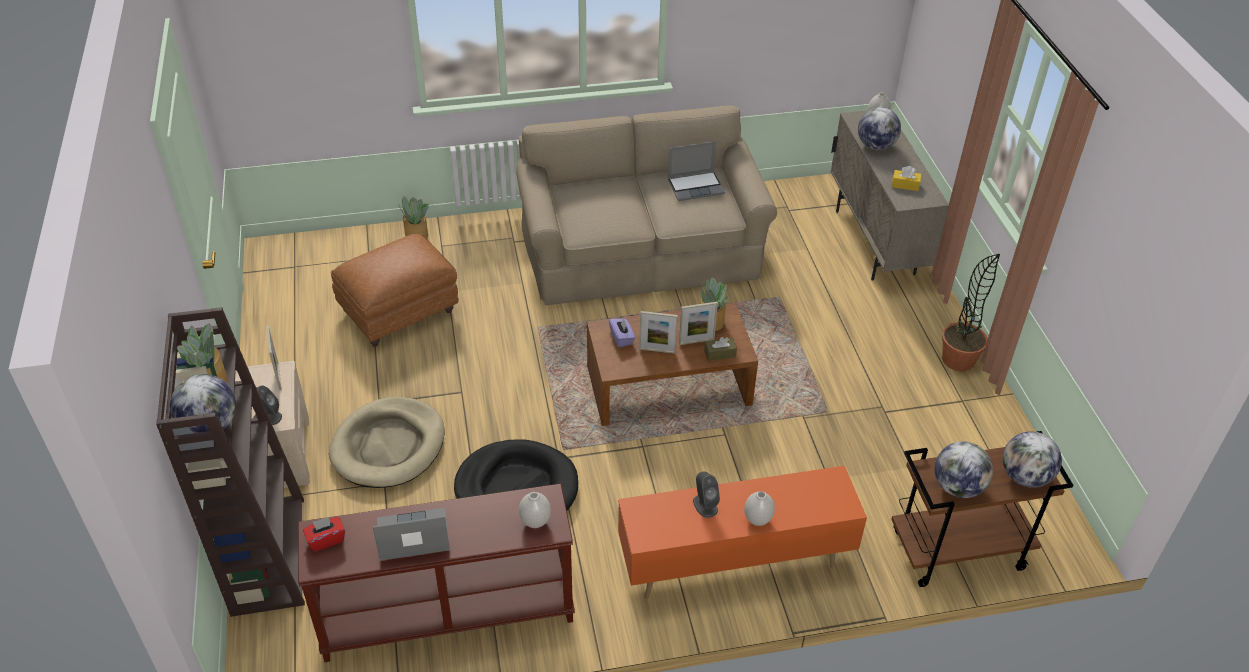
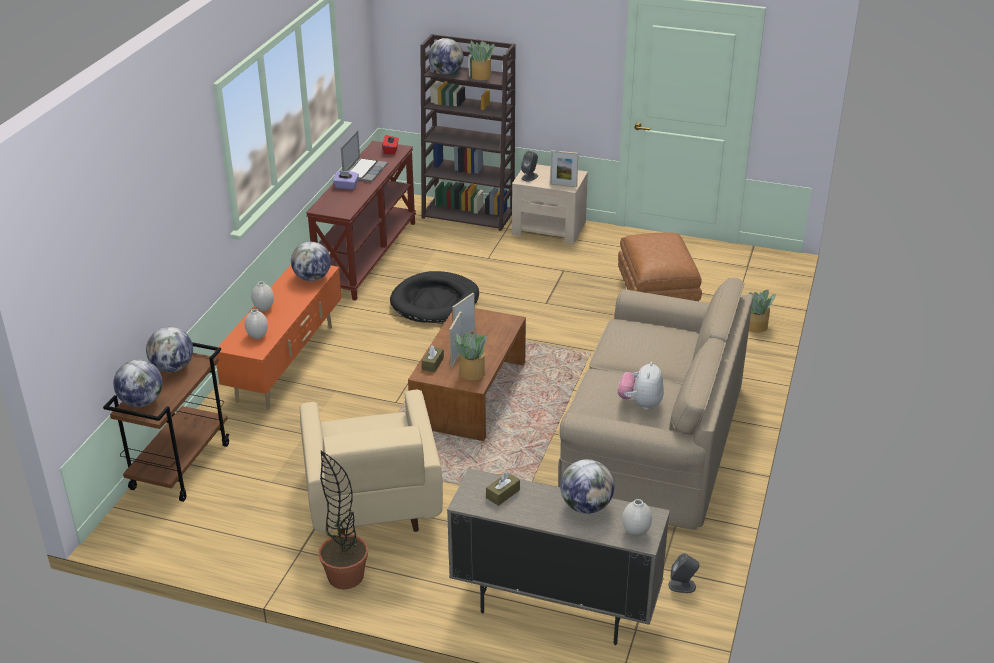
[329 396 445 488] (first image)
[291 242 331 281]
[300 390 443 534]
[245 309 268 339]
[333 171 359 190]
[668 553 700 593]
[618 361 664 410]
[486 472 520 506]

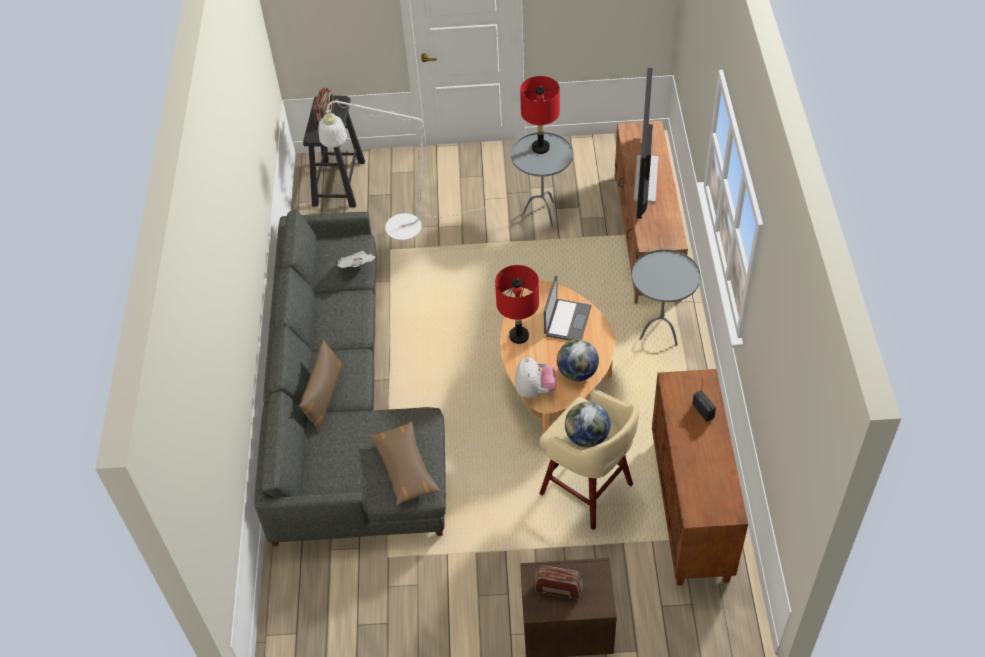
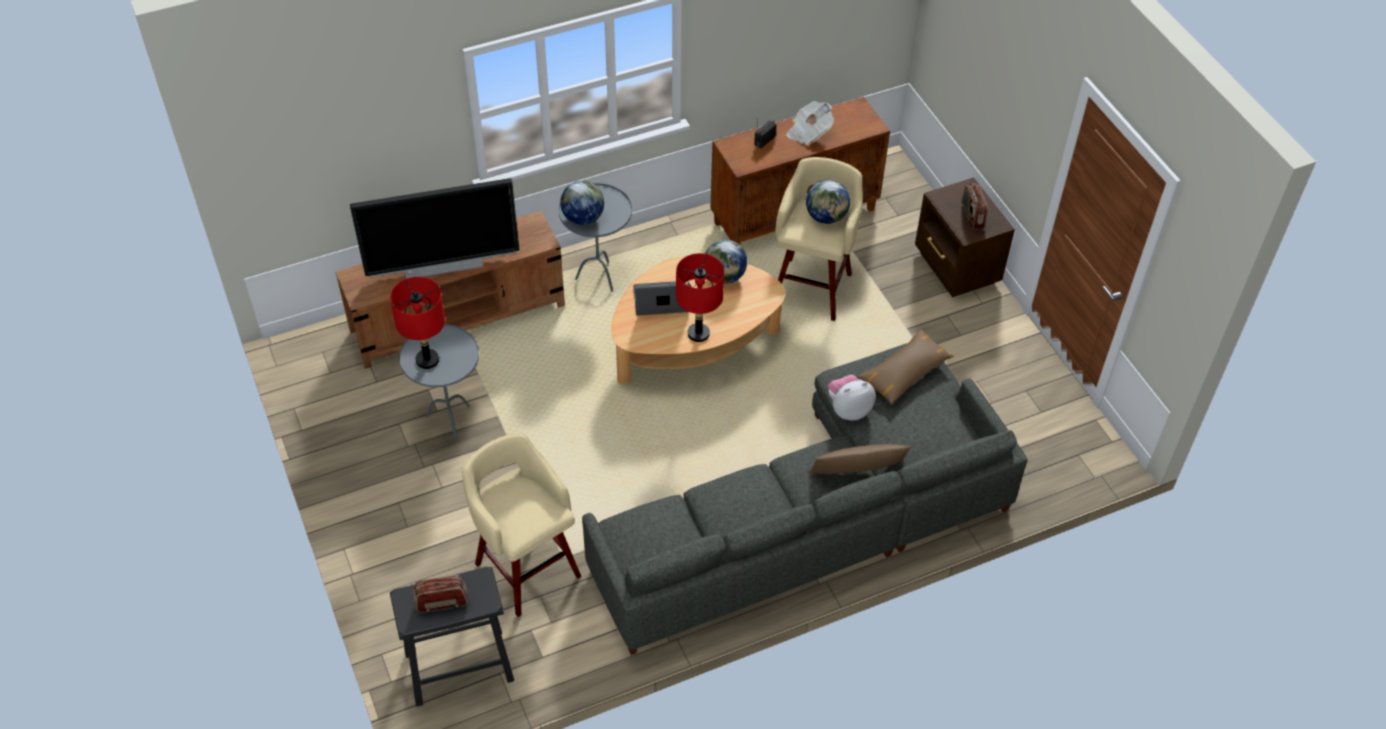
[560 181 604 225]
[787 101 834 145]
[828 375 876 421]
[462 433 581 617]

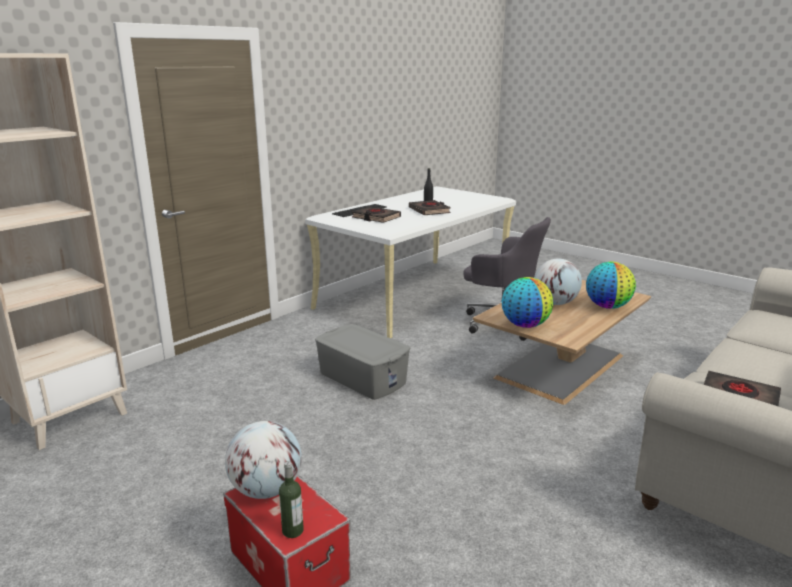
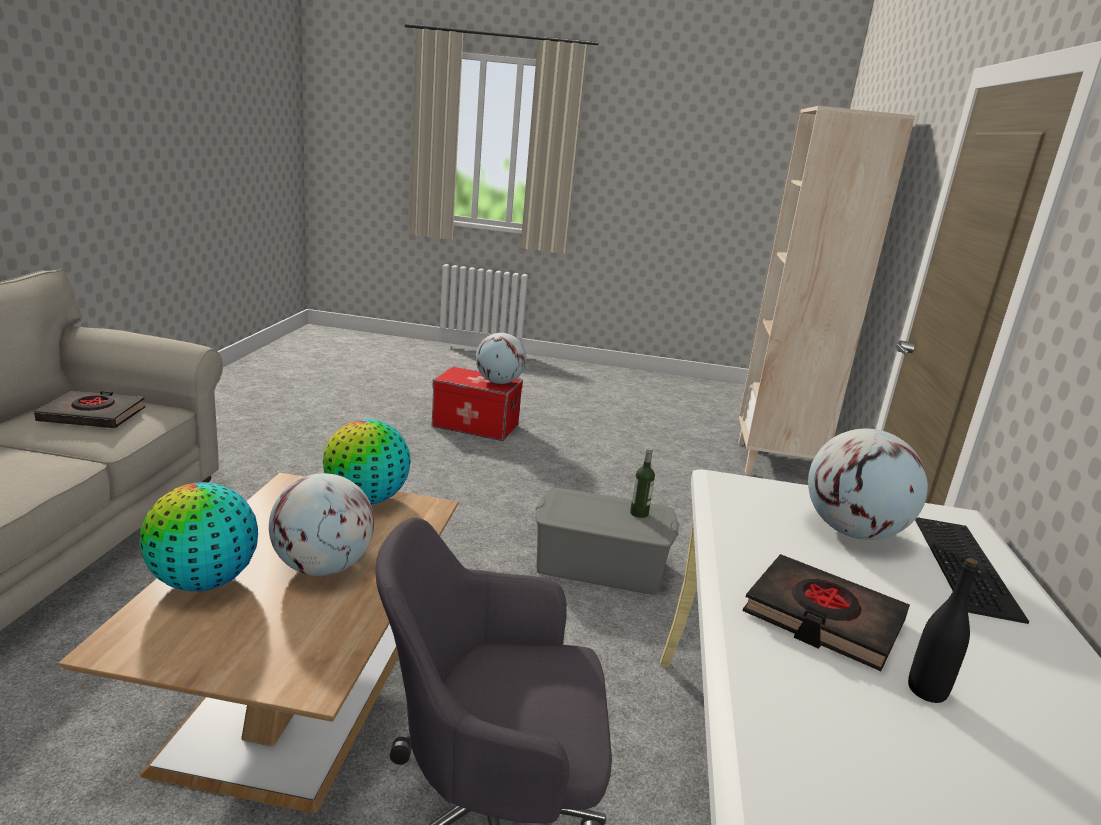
[630 448 655 518]
[808 429 928 540]

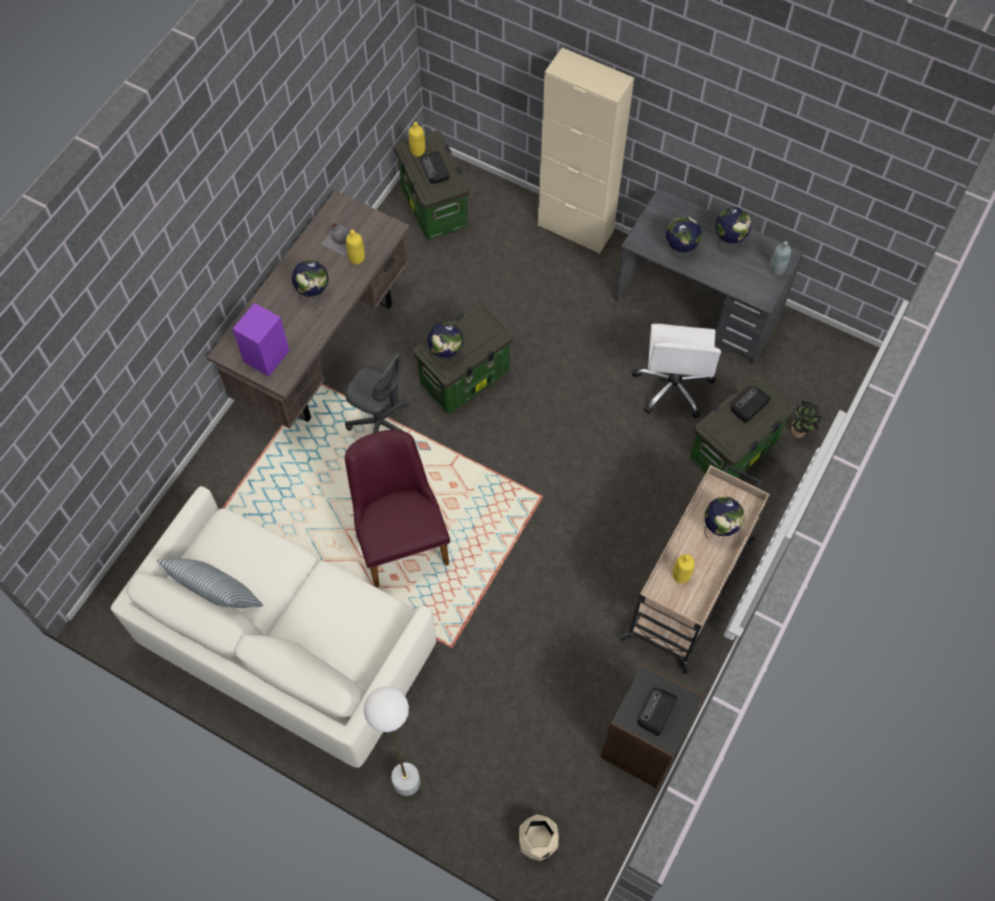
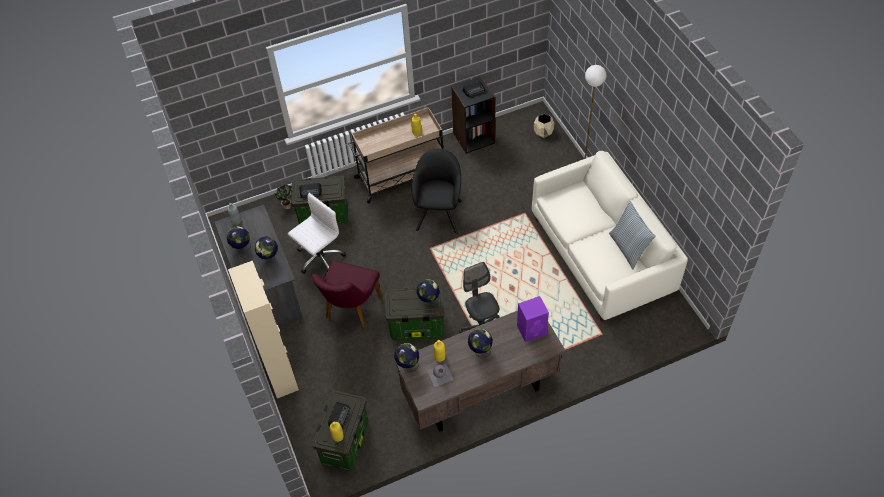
[412 149 462 234]
[312 260 381 328]
[394 343 419 372]

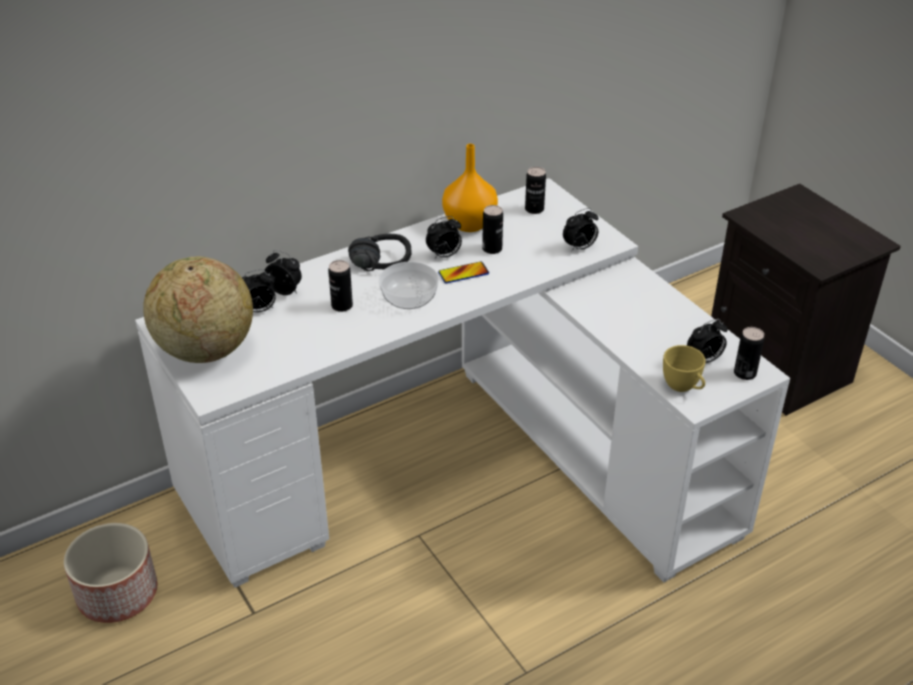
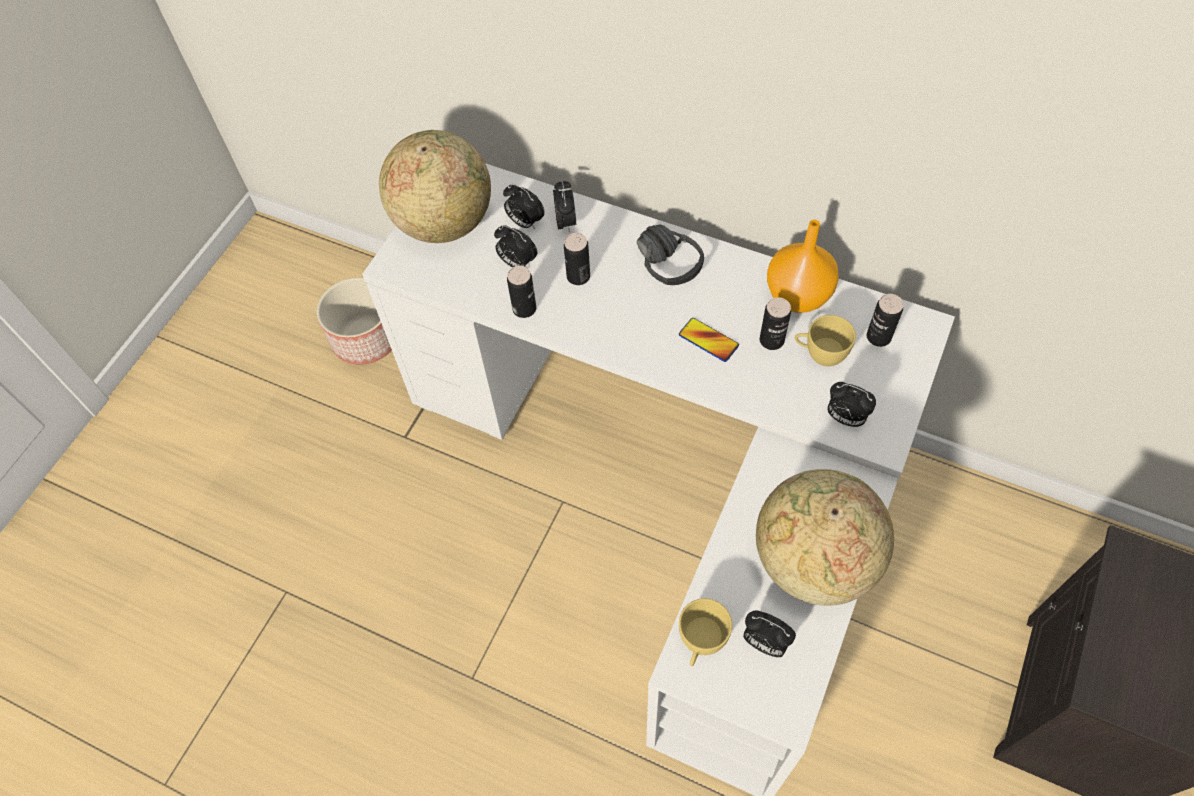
[379 262 439 309] (first image)
[756 469 894 606]
[795 315 856 366]
[494 225 537 268]
[507 266 536 318]

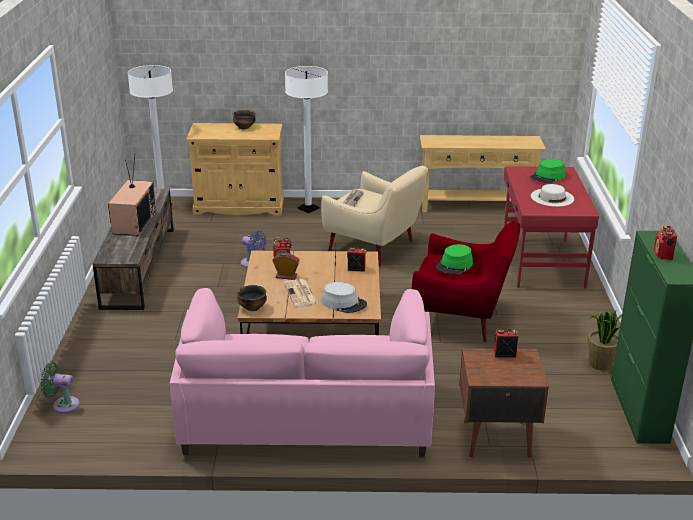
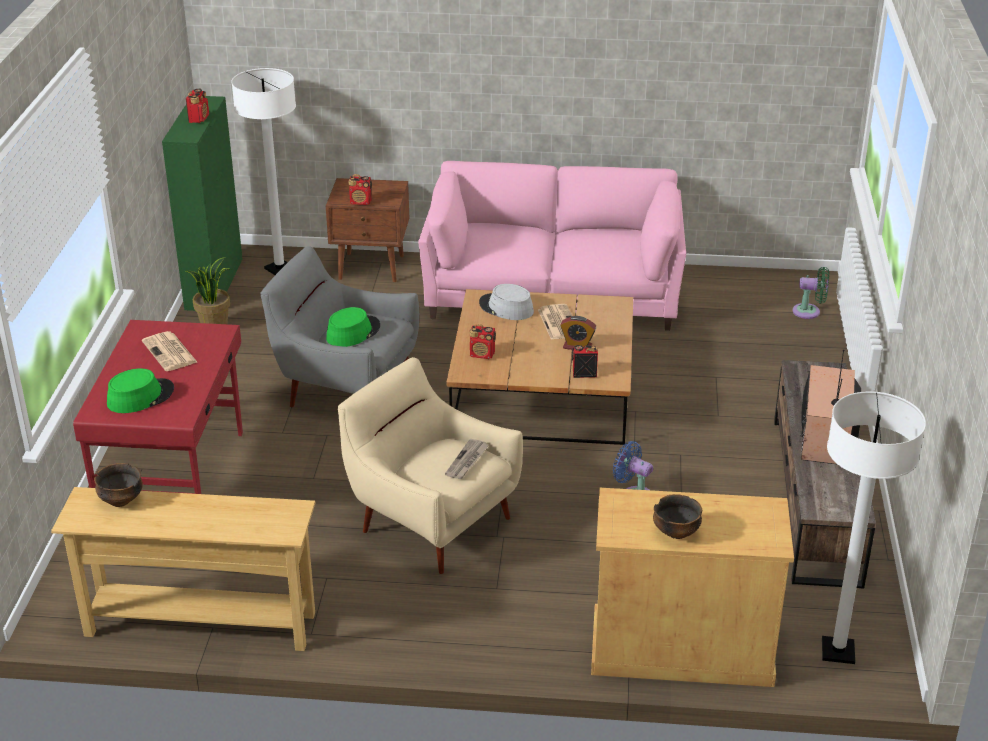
[94 463 143 507]
[231 68 296 275]
[142 331 197 371]
[260 246 419 408]

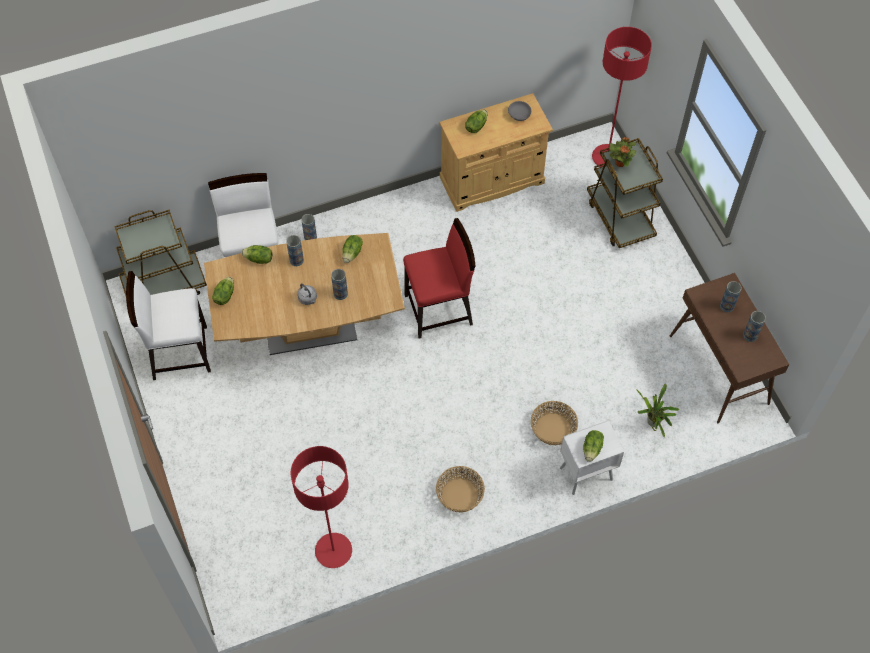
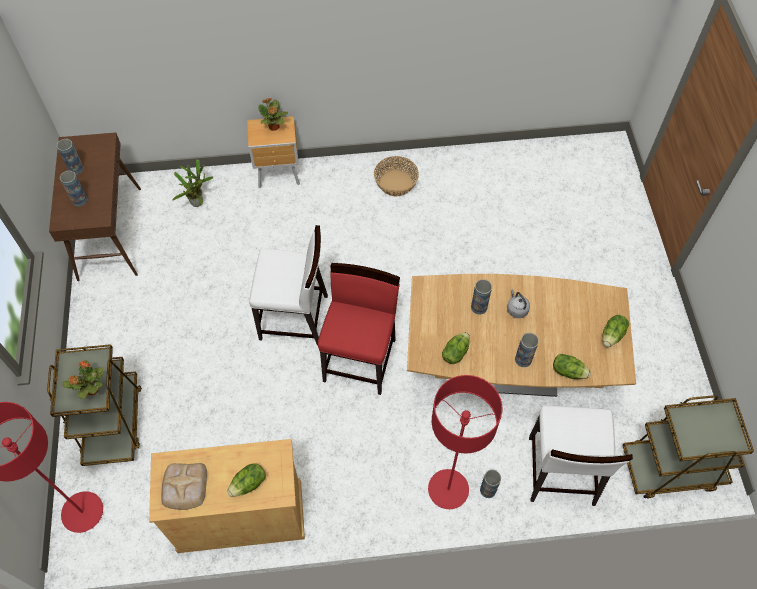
[531 401 578 445] (first image)
[249 225 328 346]
[428 375 502 509]
[161 463 207 510]
[258 98 288 131]
[247 116 300 188]
[318 263 400 395]

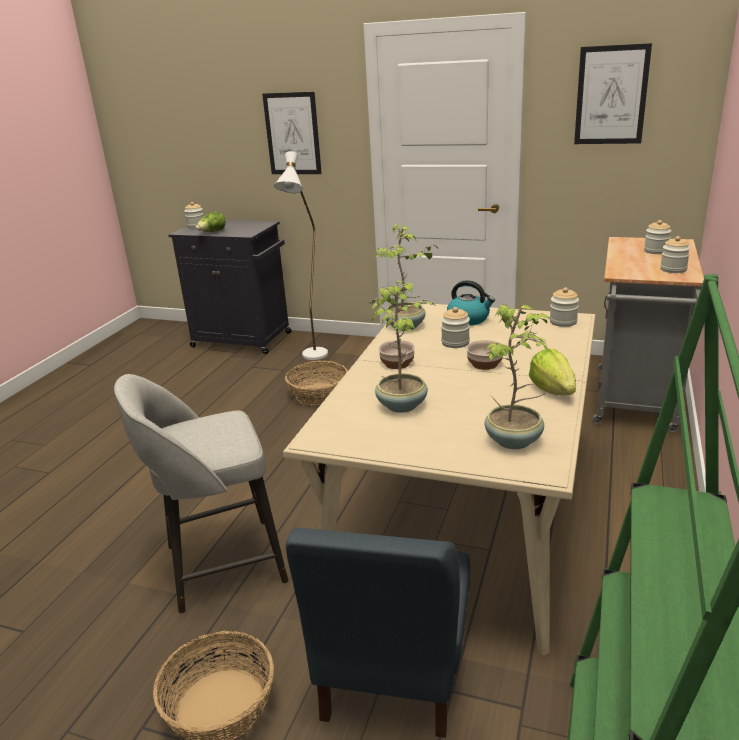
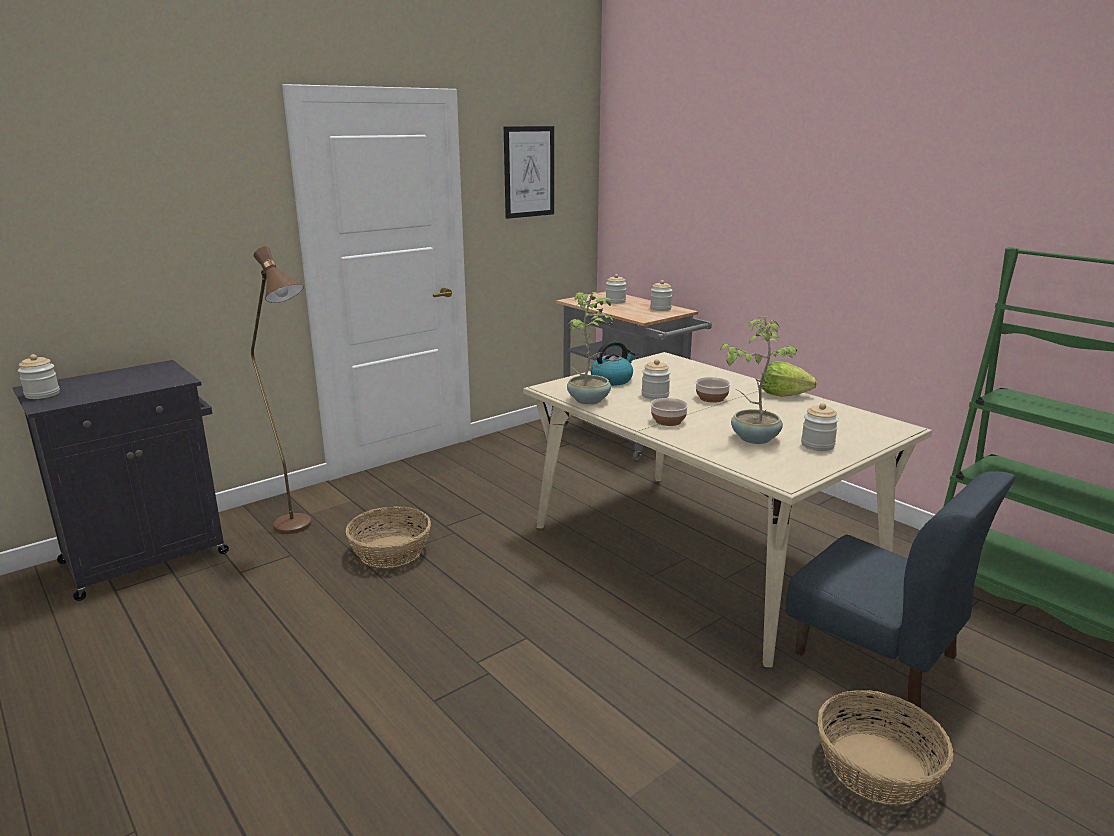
[114 374 288 614] (first image)
[196 211 226 232] (first image)
[262 92 322 174] (first image)
[482 304 553 449] (first image)
[801 403 839 451]
[251 246 311 534]

